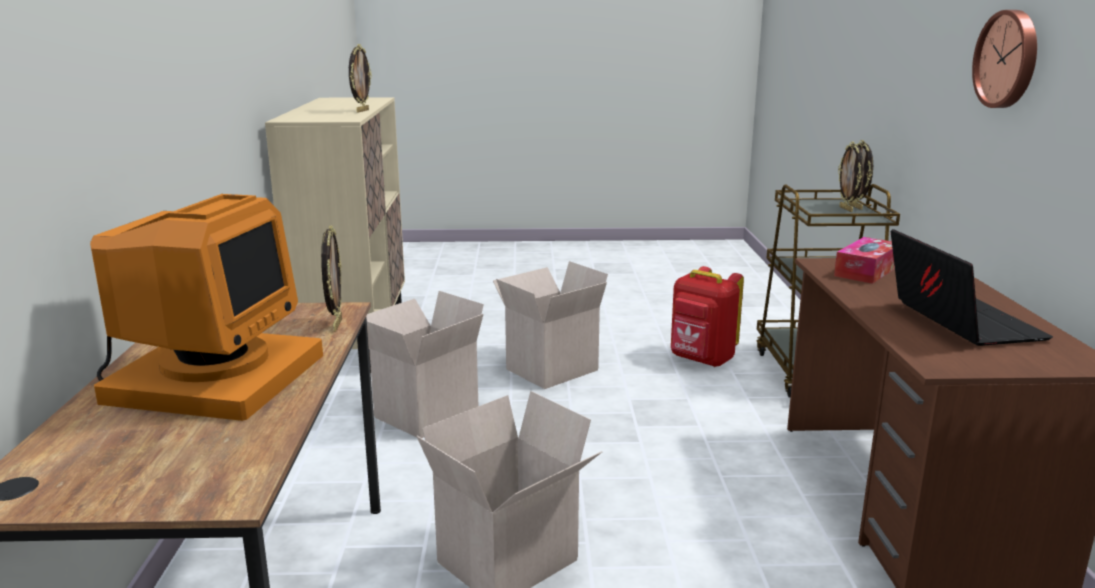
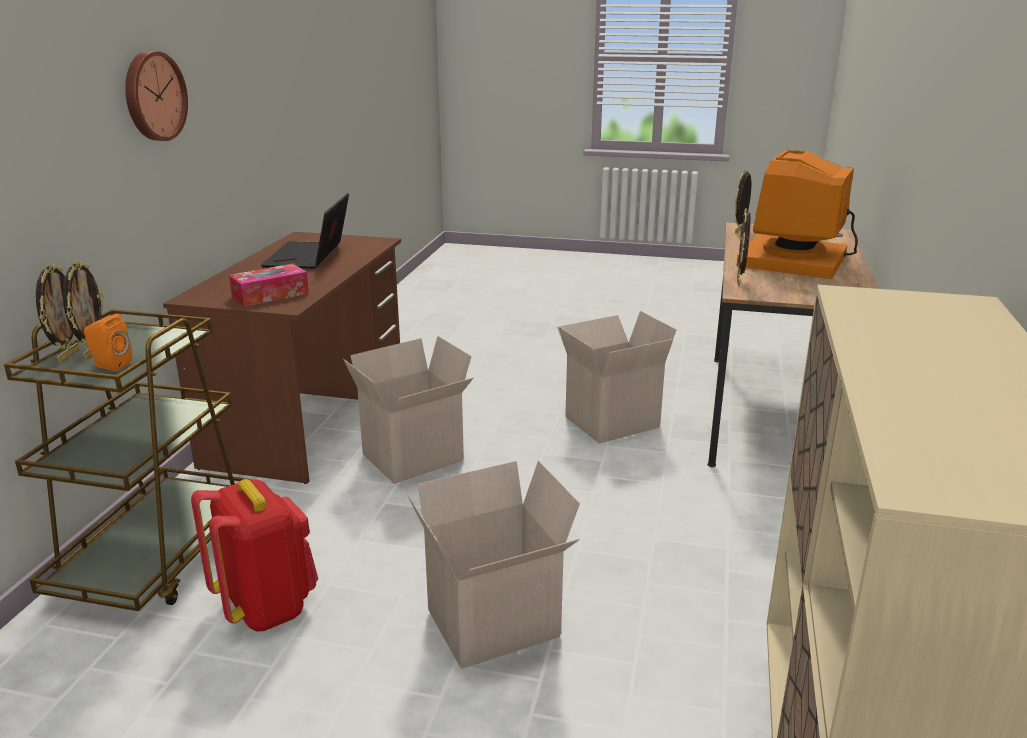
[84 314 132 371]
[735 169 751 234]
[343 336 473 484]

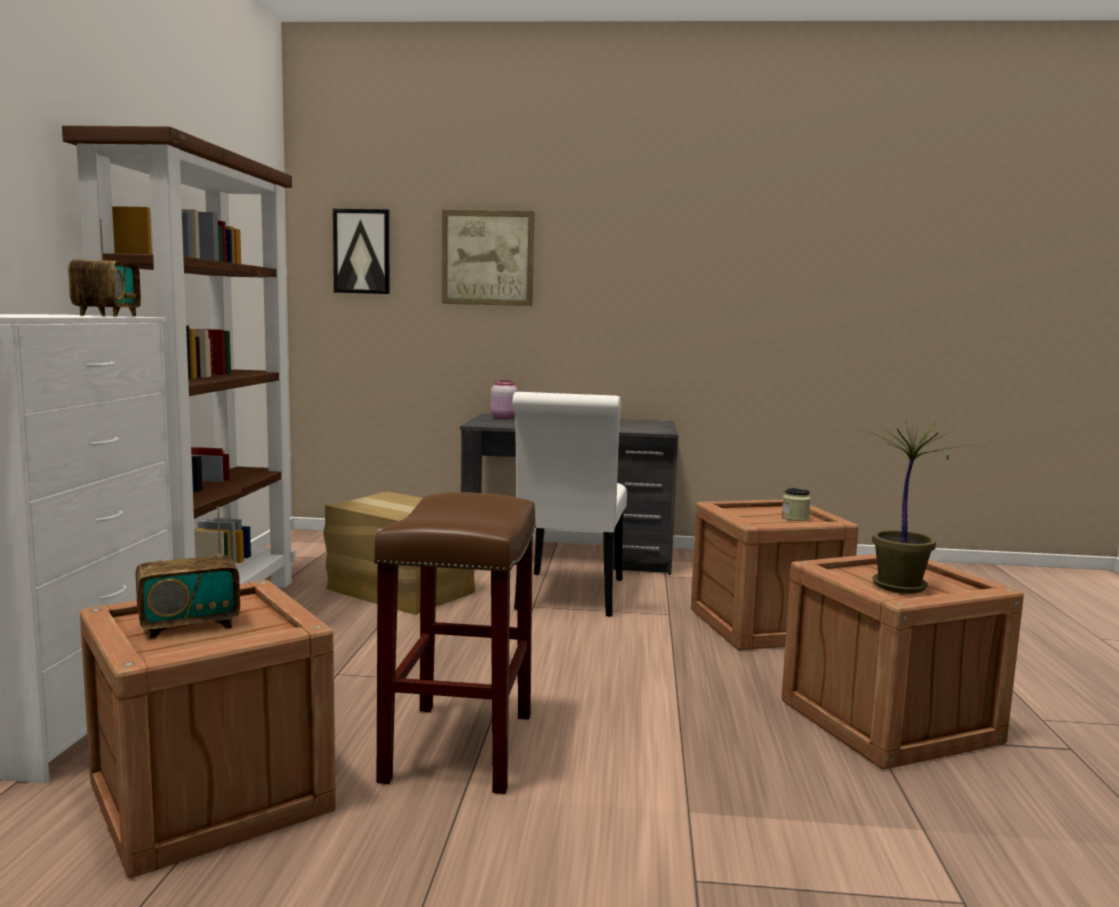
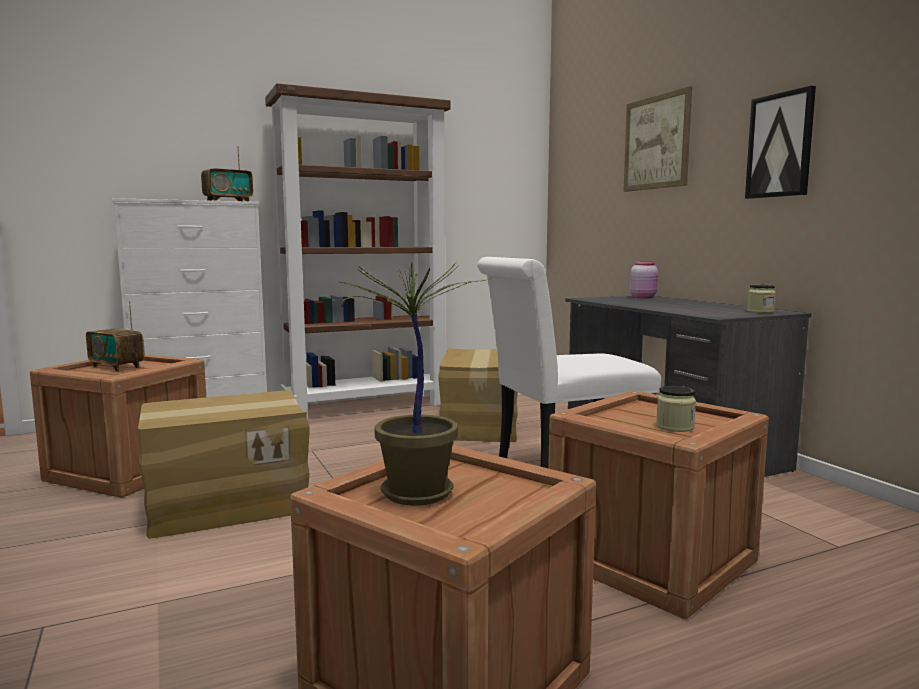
[747 284 776 313]
[745 86 816 199]
[138 390 310 539]

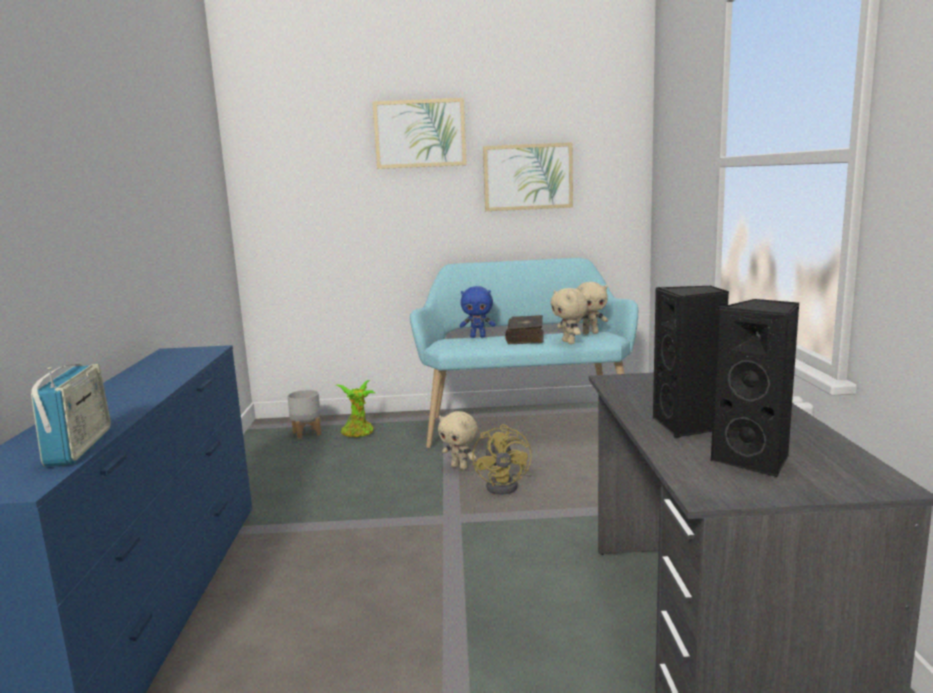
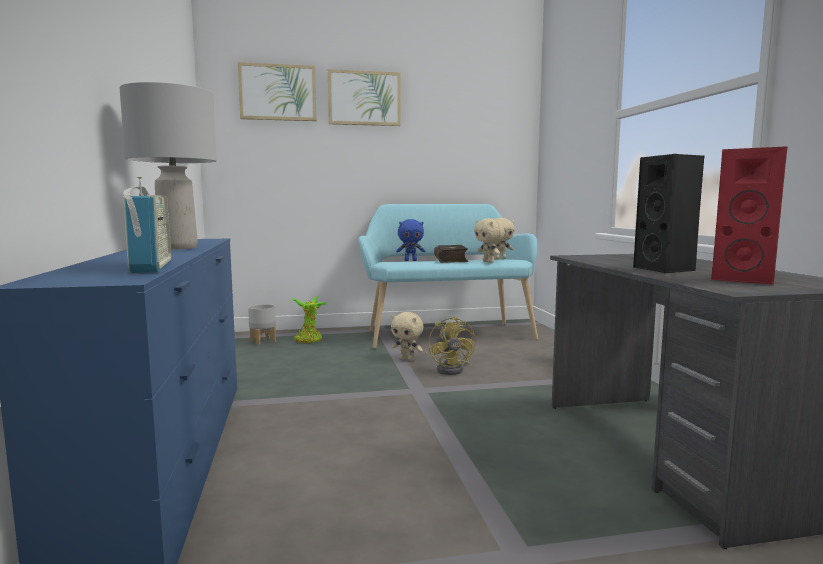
[119 82 217 250]
[238 62 317 121]
[711 146 788 285]

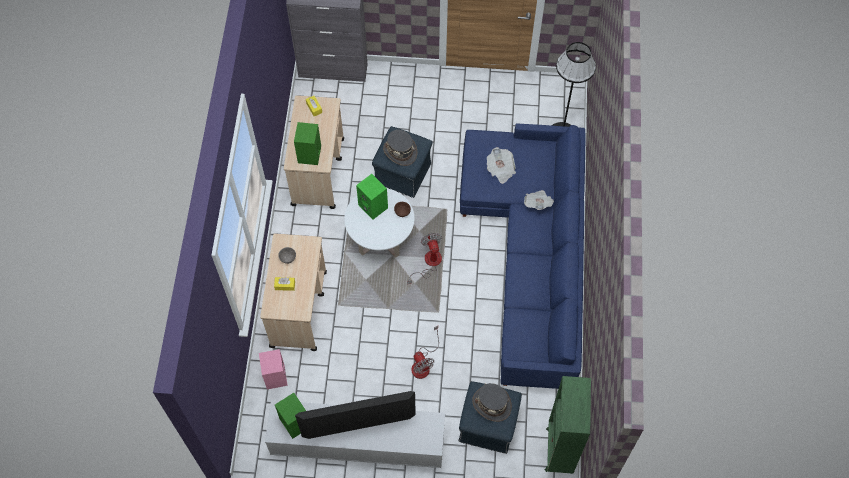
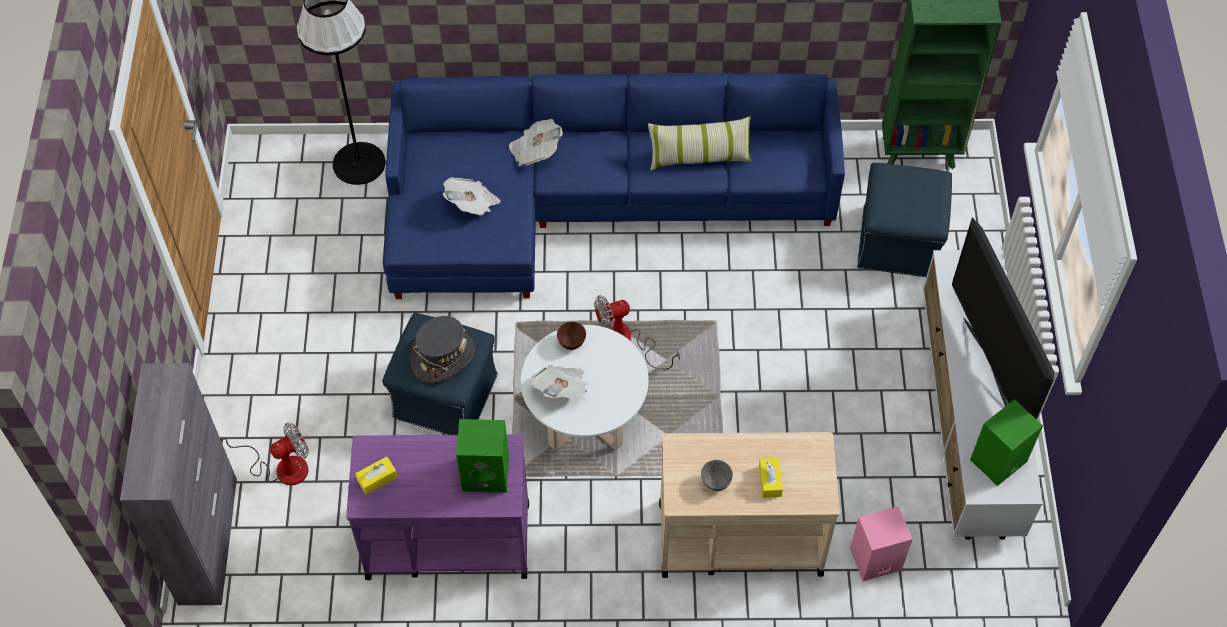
[472 383 512 422] (first image)
[648 116 752 171]
[220 423 309 485]
[530 365 587 399]
[346 434 529 580]

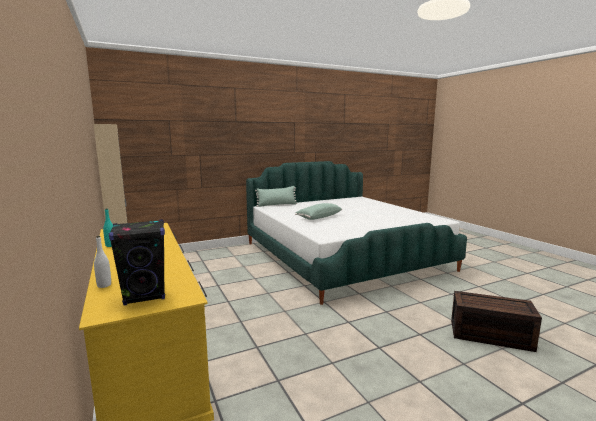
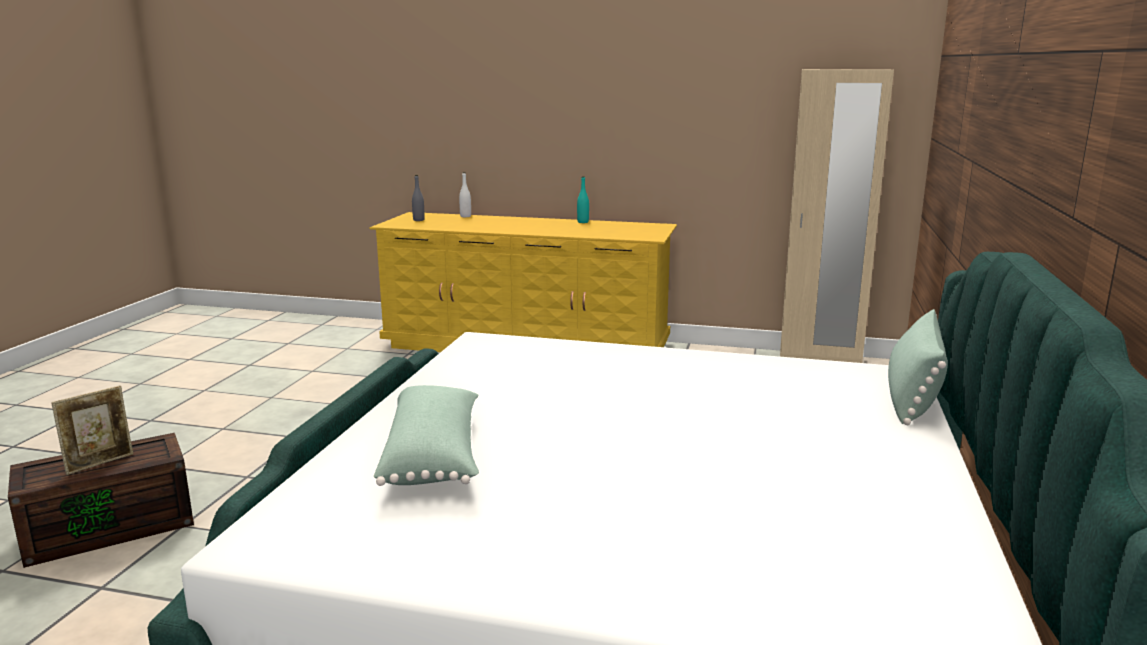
[51 386 133 475]
[374 385 479 486]
[412 175 425 221]

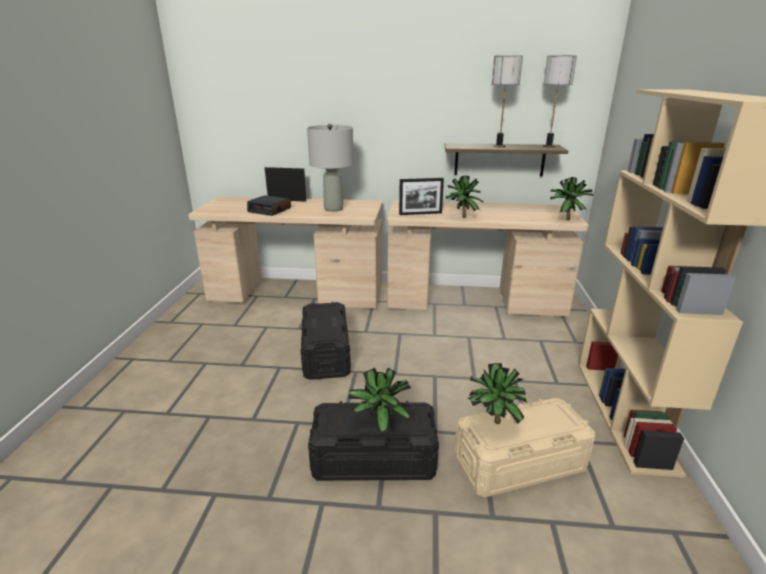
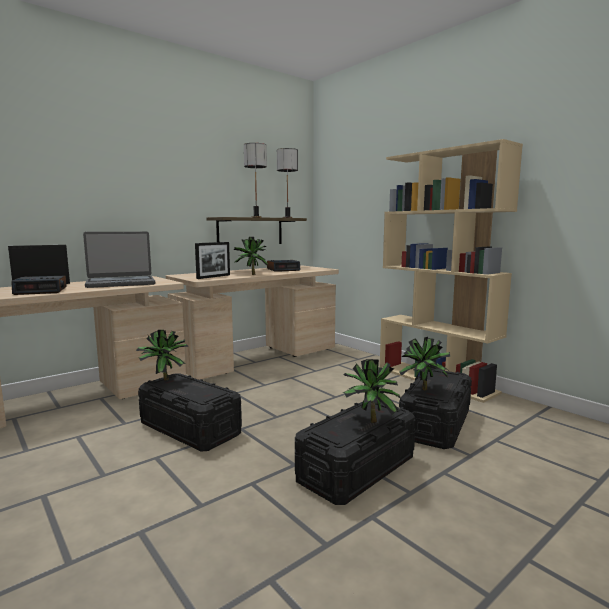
[267 260 301 272]
[136 330 189 381]
[83 232 155 288]
[399 368 472 449]

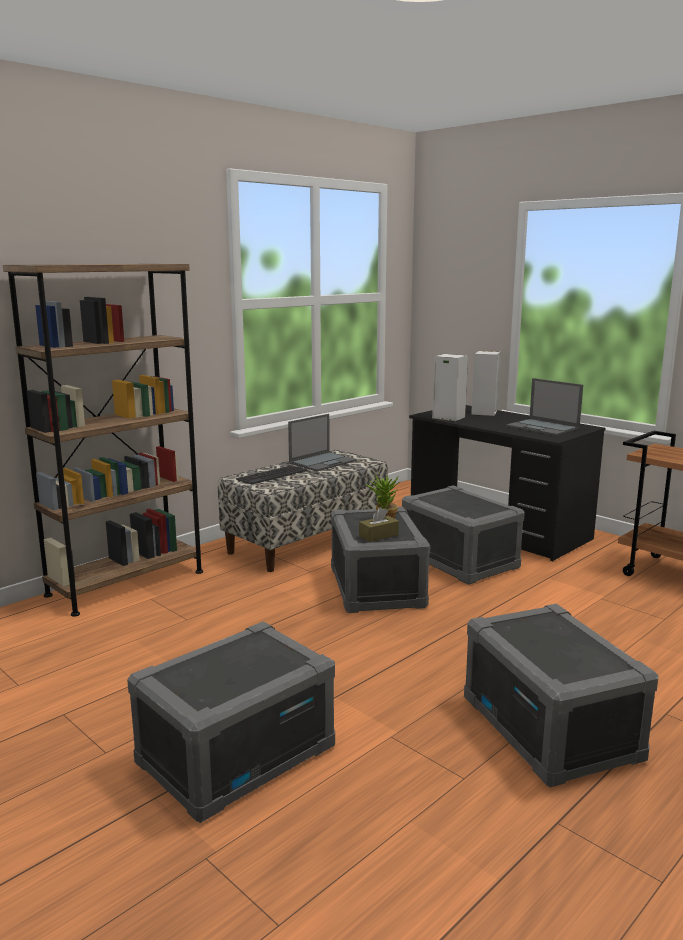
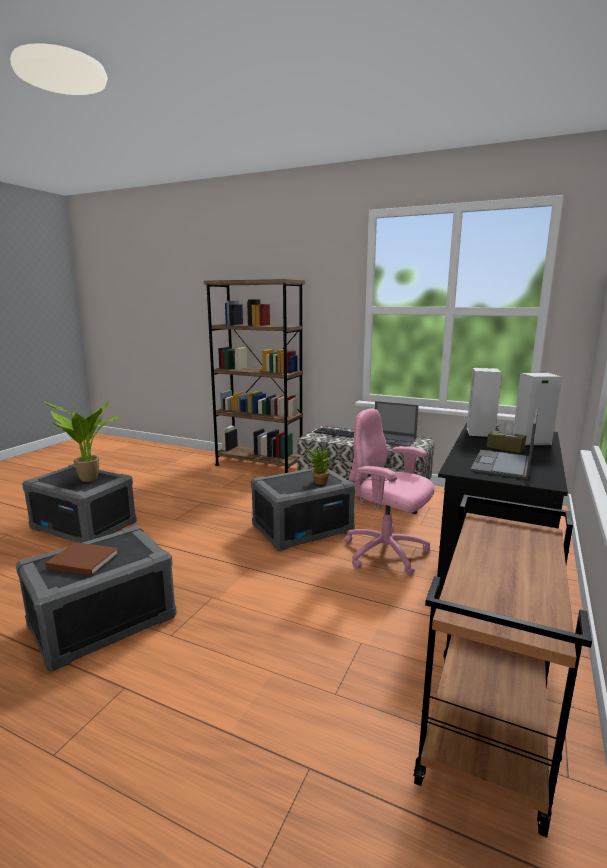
[43 401 125 482]
[45 542 119 576]
[487 422 526 453]
[344 409 435 575]

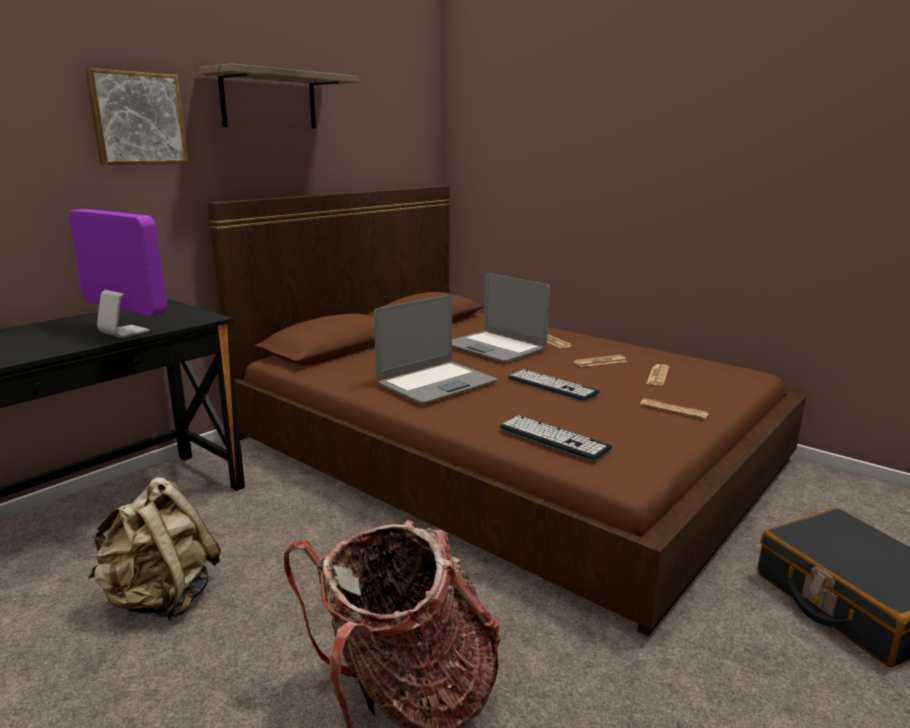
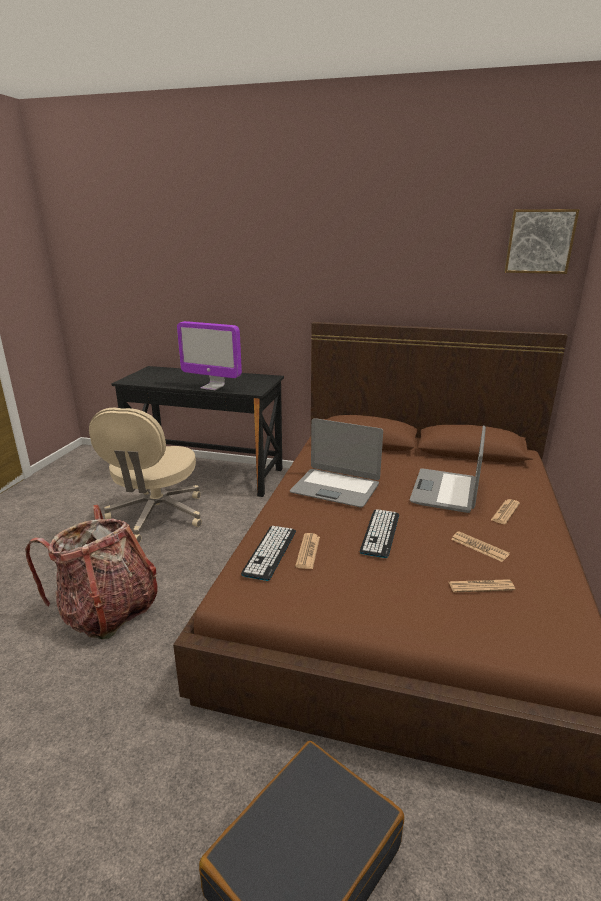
[198 63 359 129] (first image)
[504 209 580 274]
[295 533 320 569]
[89 408 202 543]
[177 321 242 390]

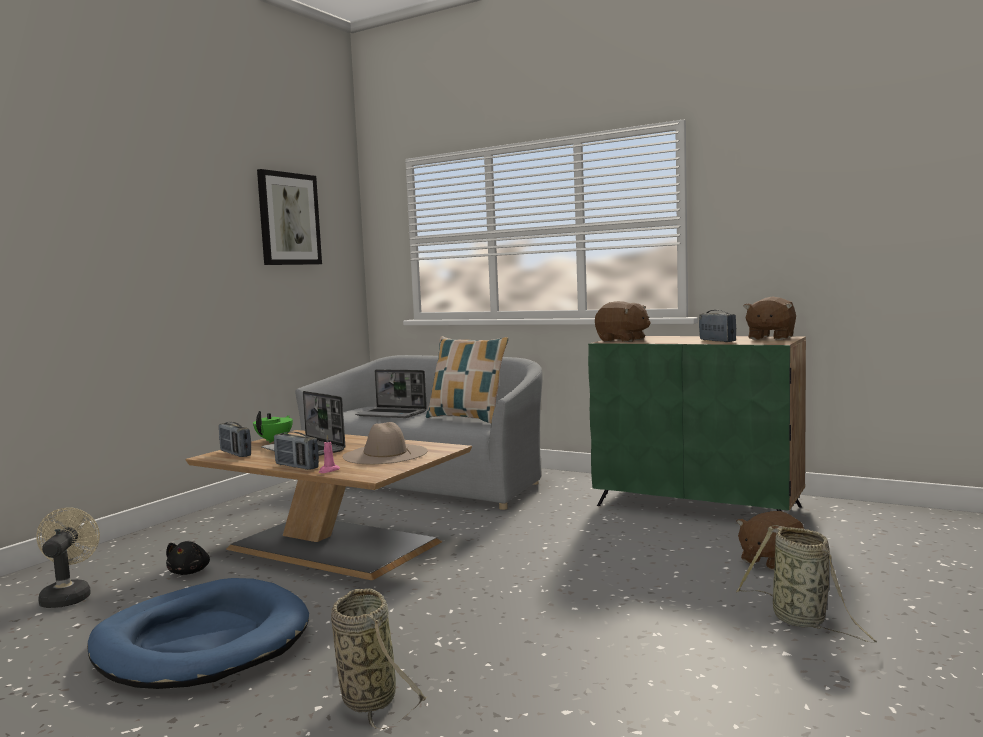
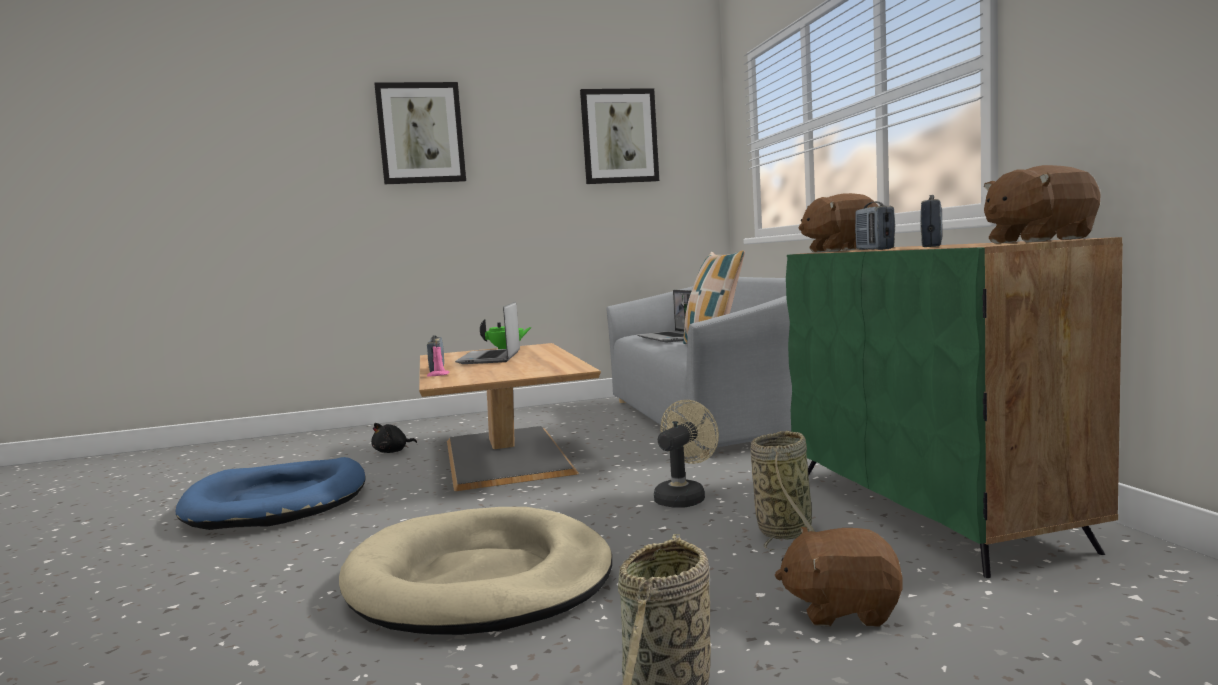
[343 422 427 465] (first image)
[339 507 612 635]
[374 82 466 184]
[654 400 719 508]
[855 201 895 250]
[750 431 815 551]
[799 193 878 252]

